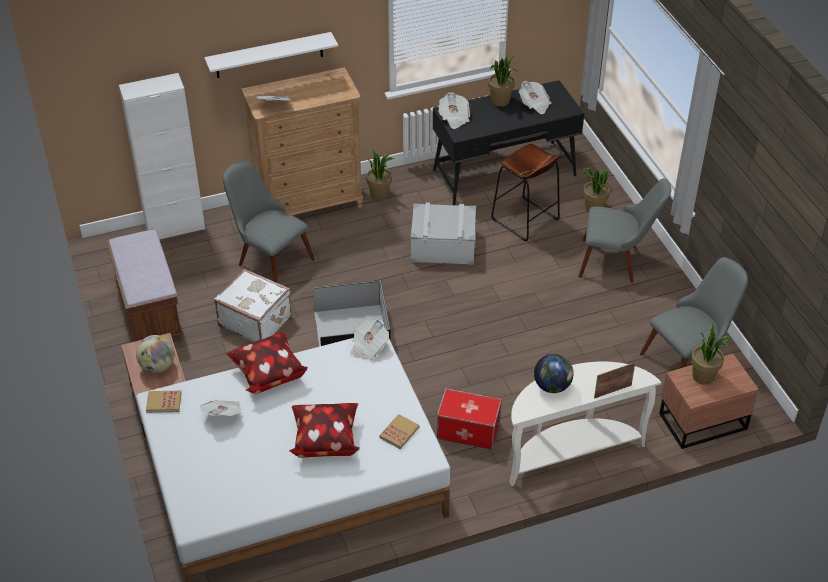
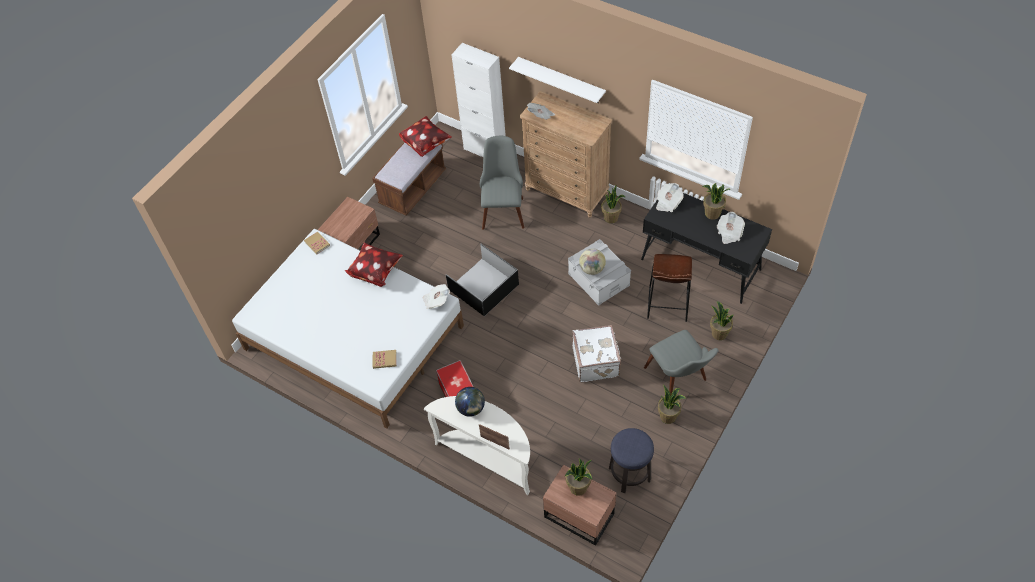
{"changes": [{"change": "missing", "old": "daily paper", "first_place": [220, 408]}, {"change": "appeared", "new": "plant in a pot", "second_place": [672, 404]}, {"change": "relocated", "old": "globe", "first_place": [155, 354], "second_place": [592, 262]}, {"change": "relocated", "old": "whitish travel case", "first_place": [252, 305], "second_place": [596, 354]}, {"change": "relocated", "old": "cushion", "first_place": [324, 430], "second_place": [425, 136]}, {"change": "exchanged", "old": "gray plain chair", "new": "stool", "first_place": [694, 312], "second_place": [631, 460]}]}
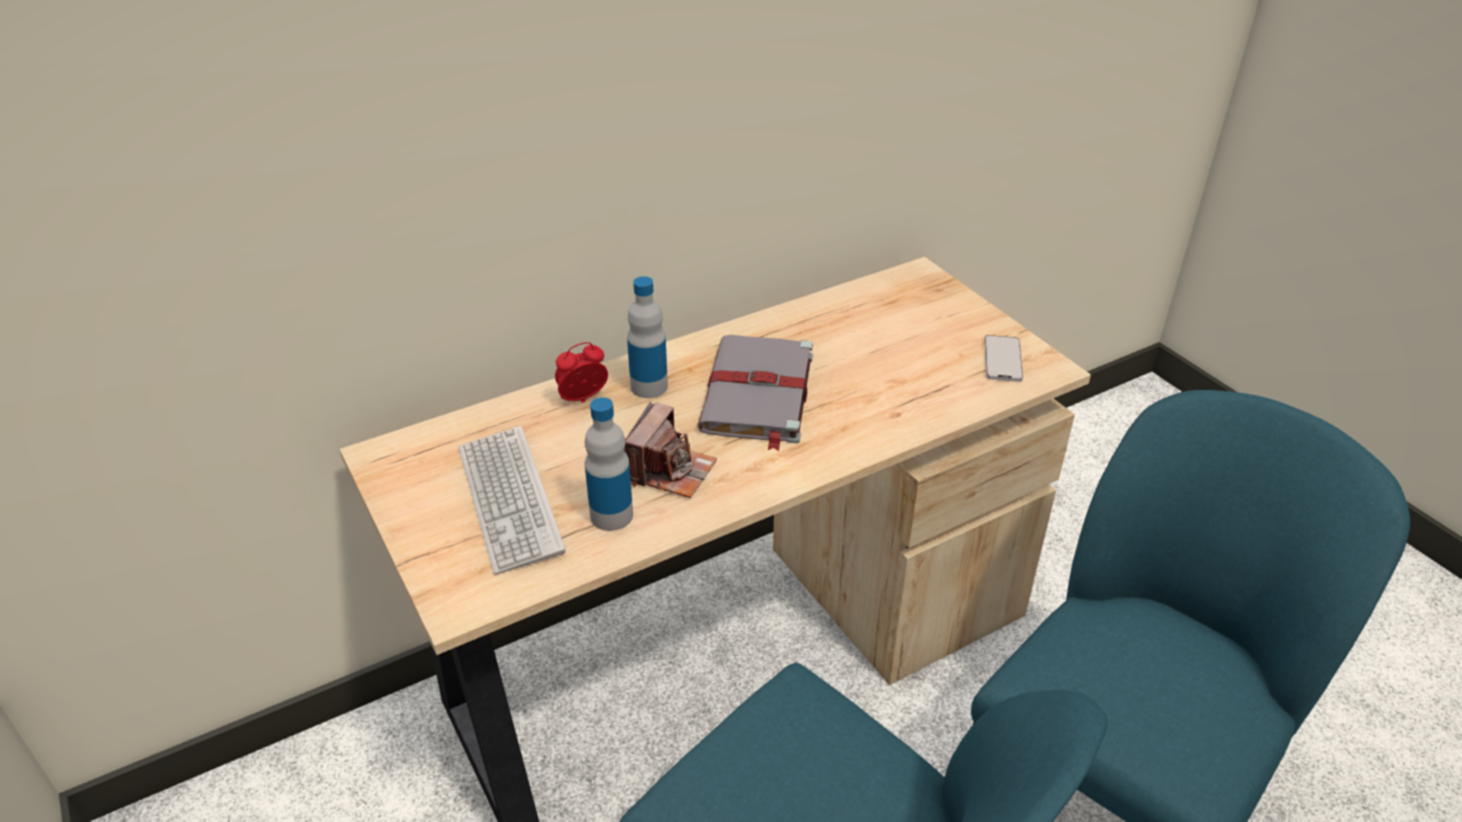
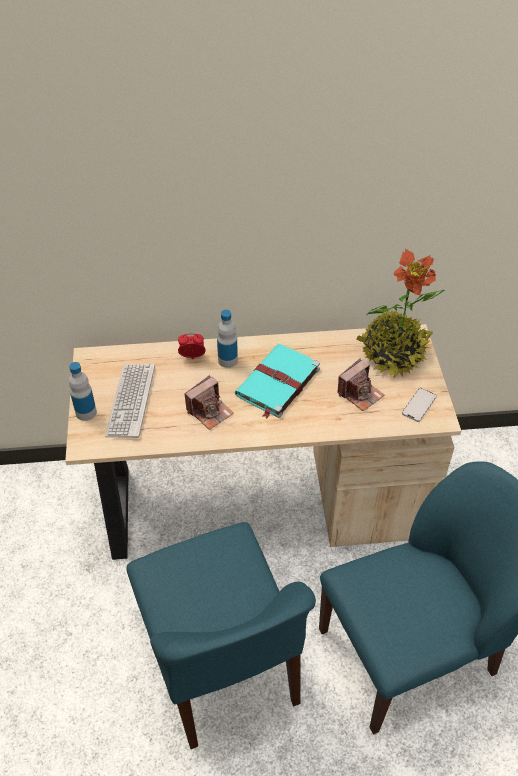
{"changes": [{"change": "appeared", "new": "still camera", "second_place": [360, 384]}, {"change": "appeared", "new": "plant in a pot", "second_place": [400, 314]}, {"change": "relocated", "old": "beverage bottle", "first_place": [608, 464], "second_place": [83, 391]}, {"change": "colour", "old": "gray volume", "new": "blue-green volume", "first_place": [755, 393], "second_place": [277, 381]}]}
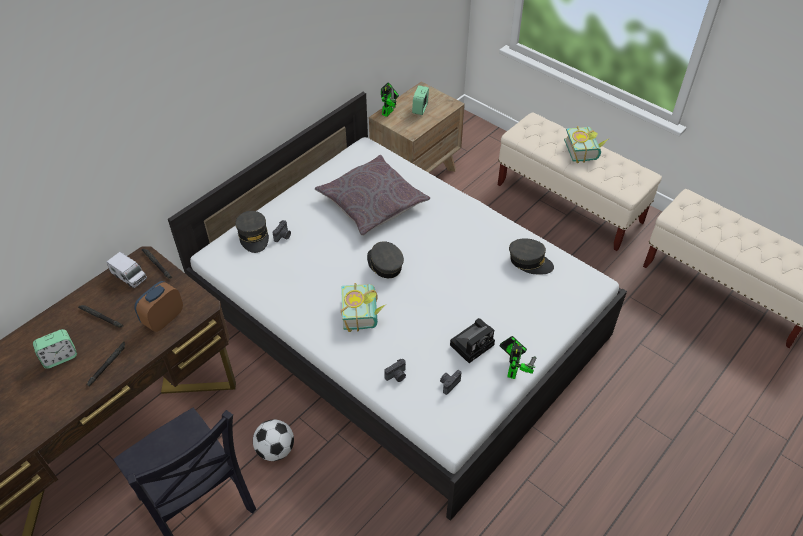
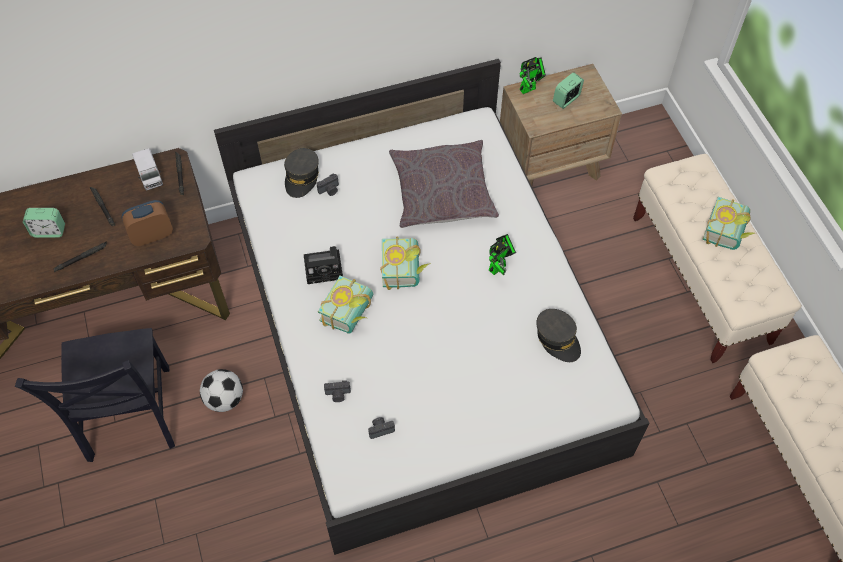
{"changes": [{"change": "relocated", "old": "still camera", "first_place": [472, 340], "second_place": [323, 265]}, {"change": "relocated", "old": "model robot", "first_place": [518, 357], "second_place": [502, 254]}, {"change": "exchanged", "old": "gray baseball cap", "new": "volume", "first_place": [385, 259], "second_place": [405, 263]}]}
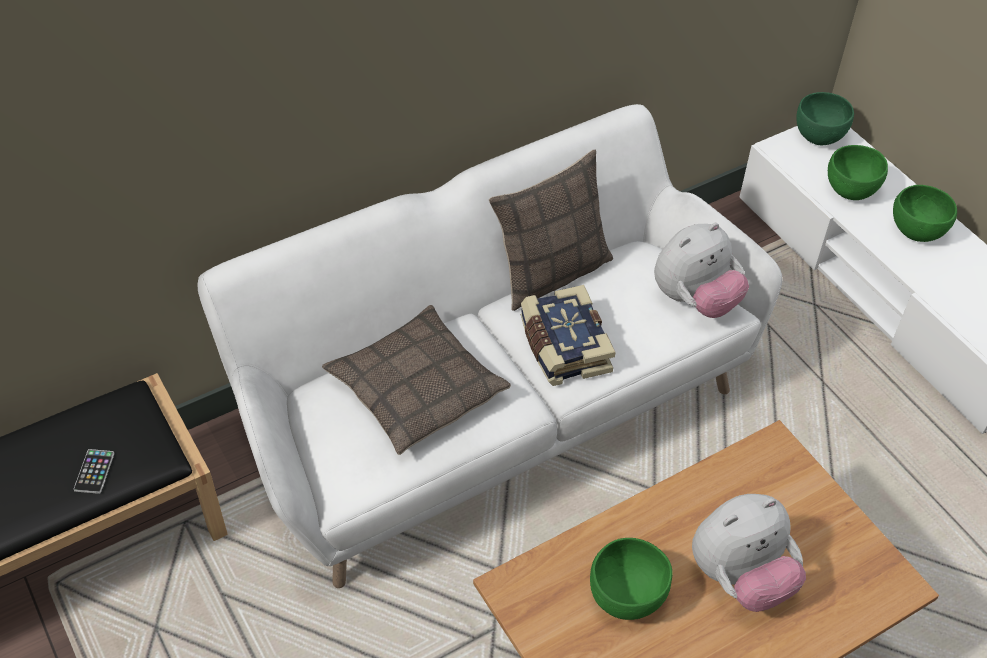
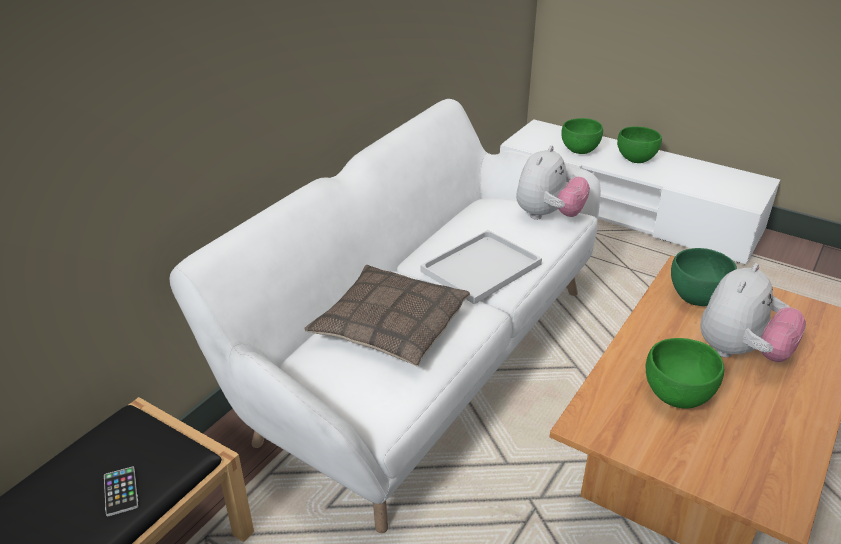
{"changes": [{"change": "missing", "old": "cushion", "first_place": [551, 230]}, {"change": "relocated", "old": "green deep dish", "first_place": [825, 118], "second_place": [704, 277]}, {"change": "exchanged", "old": "volume", "new": "whitish tray", "first_place": [568, 335], "second_place": [481, 267]}]}
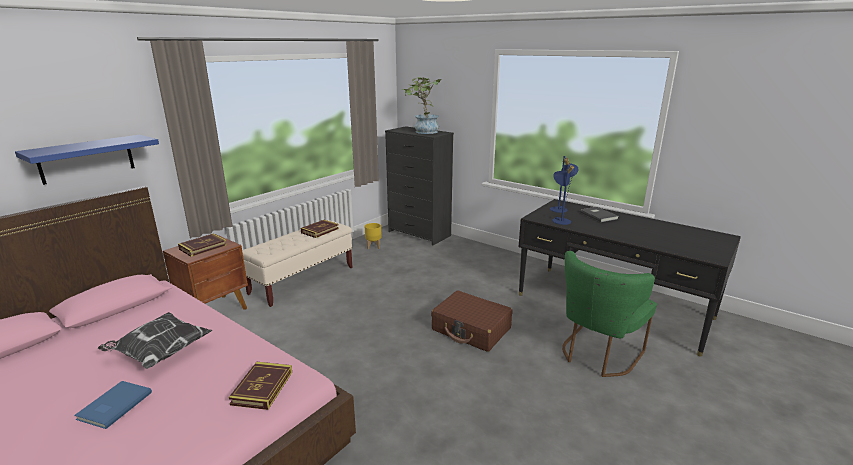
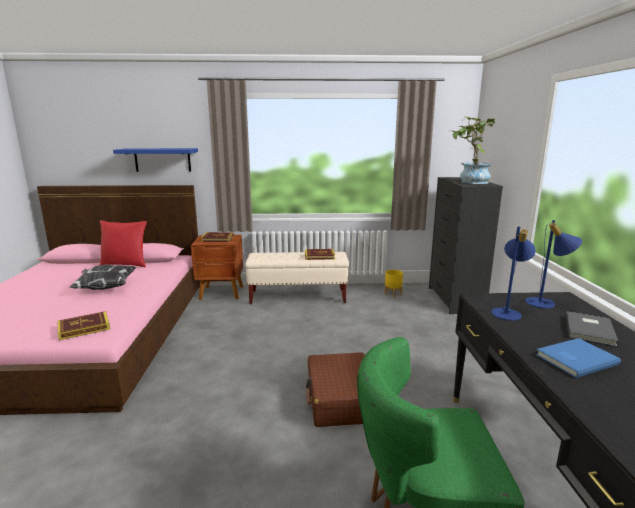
{"changes": [{"change": "appeared", "new": "red-coloured cushion", "second_place": [123, 243]}, {"change": "relocated", "old": "bluish volume", "first_place": [113, 405], "second_place": [578, 358]}]}
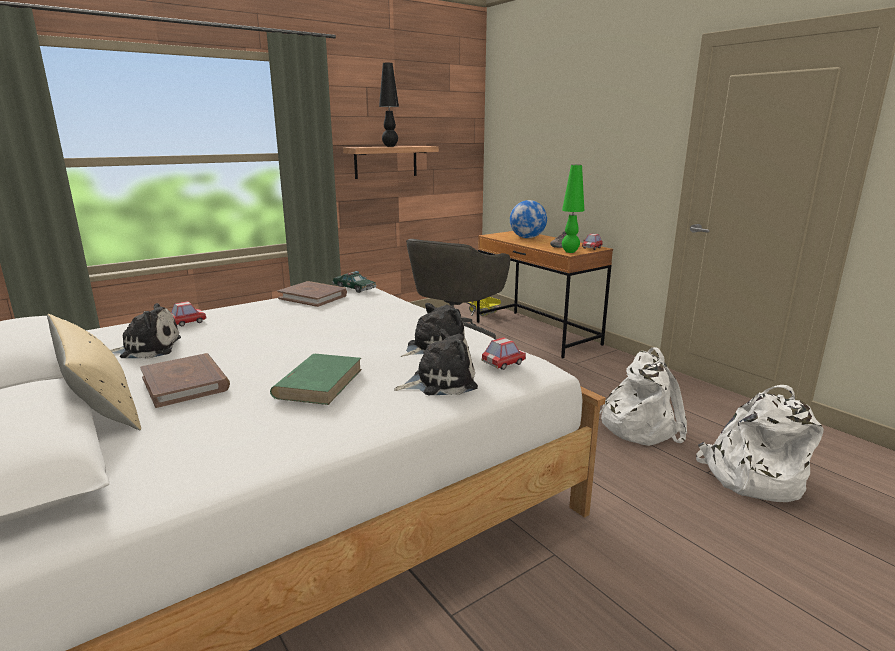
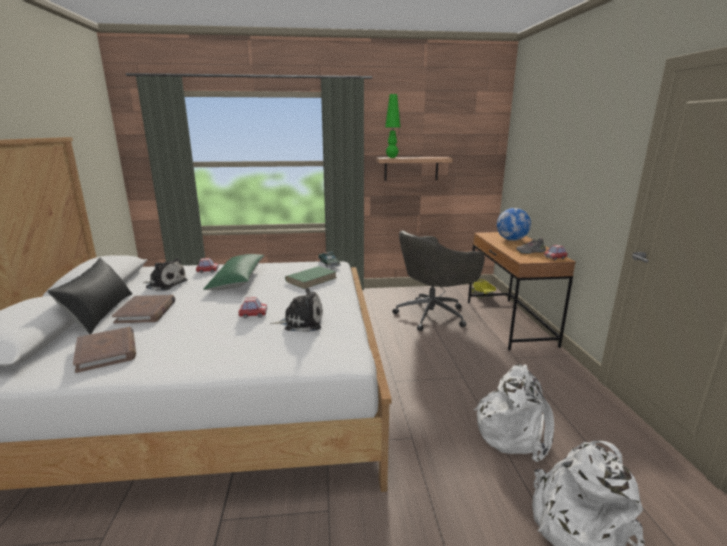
{"changes": [{"change": "missing", "old": "blackish tabletop lamp", "first_place": [389, 105]}, {"change": "missing", "old": "plush toy", "first_place": [436, 362]}, {"change": "appeared", "new": "green cushion", "second_place": [233, 272]}, {"change": "relocated", "old": "green volume", "first_place": [316, 379], "second_place": [310, 277]}, {"change": "relocated", "old": "brown-coloured volume", "first_place": [312, 294], "second_place": [104, 350]}, {"change": "relocated", "old": "miniature car", "first_place": [504, 353], "second_place": [252, 307]}, {"change": "relocated", "old": "green tabletop lamp", "first_place": [573, 209], "second_place": [392, 126]}, {"change": "colour", "old": "beige cushion", "new": "blackish cushion", "first_place": [94, 372], "second_place": [89, 296]}]}
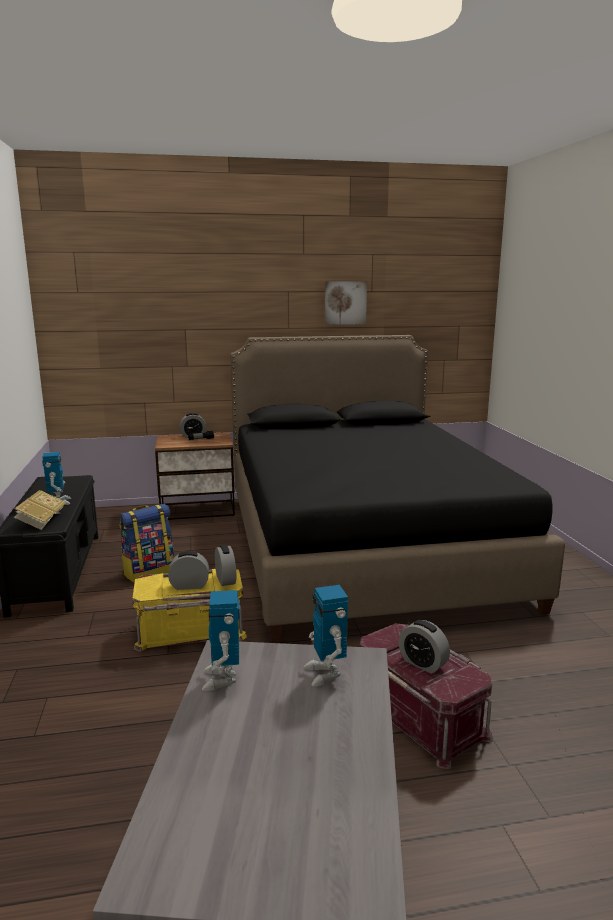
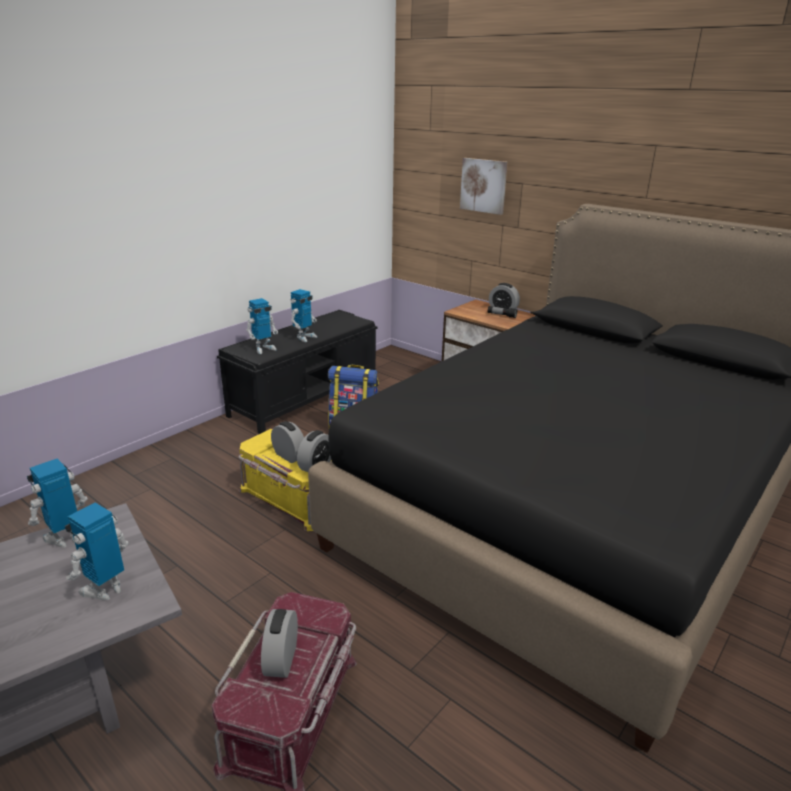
{"changes": [{"change": "relocated", "old": "wall art", "first_place": [346, 303], "second_place": [484, 186]}, {"change": "exchanged", "old": "volume", "new": "model robot", "first_place": [40, 510], "second_place": [262, 326]}]}
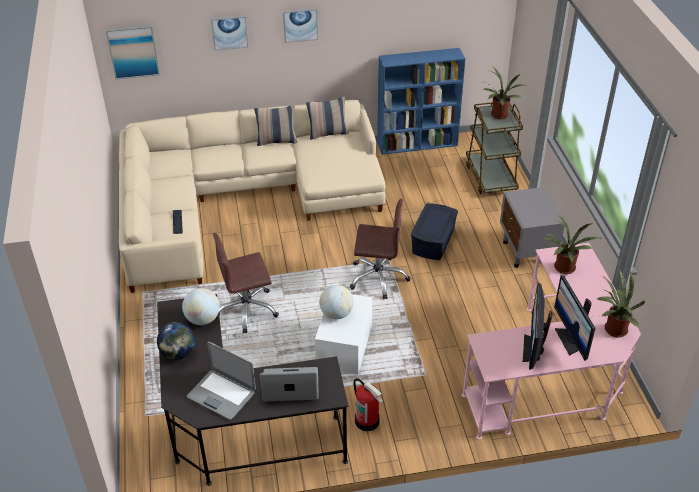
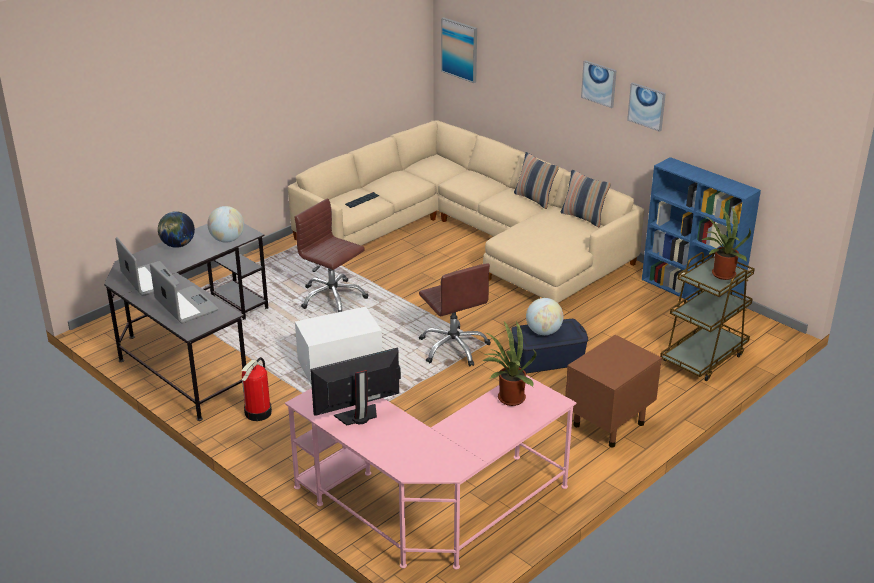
{"changes": [{"change": "missing", "old": "computer display", "first_place": [574, 318]}, {"change": "missing", "old": "plant in a pot", "first_place": [621, 303]}, {"change": "relocated", "old": "wall art", "first_place": [229, 33], "second_place": [646, 107]}, {"change": "relocated", "old": "globe", "first_place": [336, 302], "second_place": [544, 316]}, {"change": "colour", "old": "gray nightstand", "new": "brown-coloured nightstand", "first_place": [532, 227], "second_place": [613, 391]}, {"change": "spun", "old": "notebook computer", "first_place": [221, 381], "second_place": [148, 266], "degrees": 150}]}
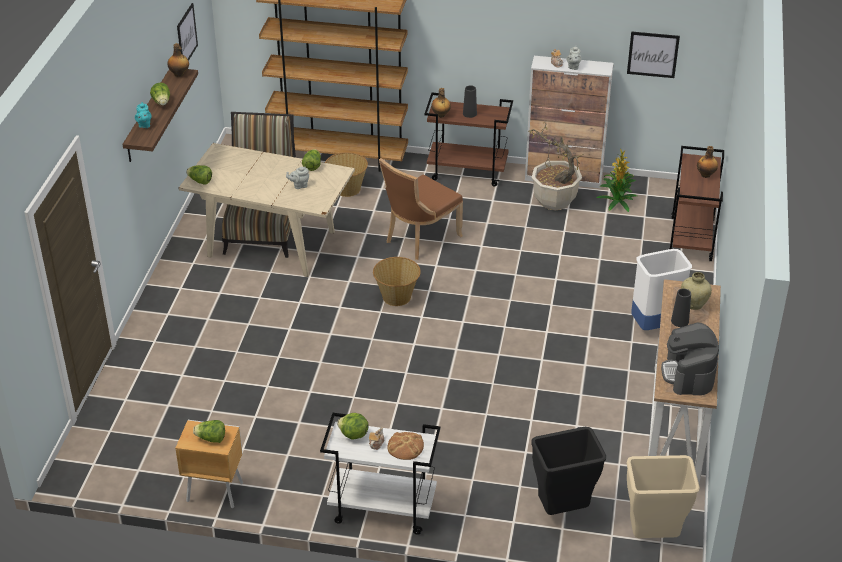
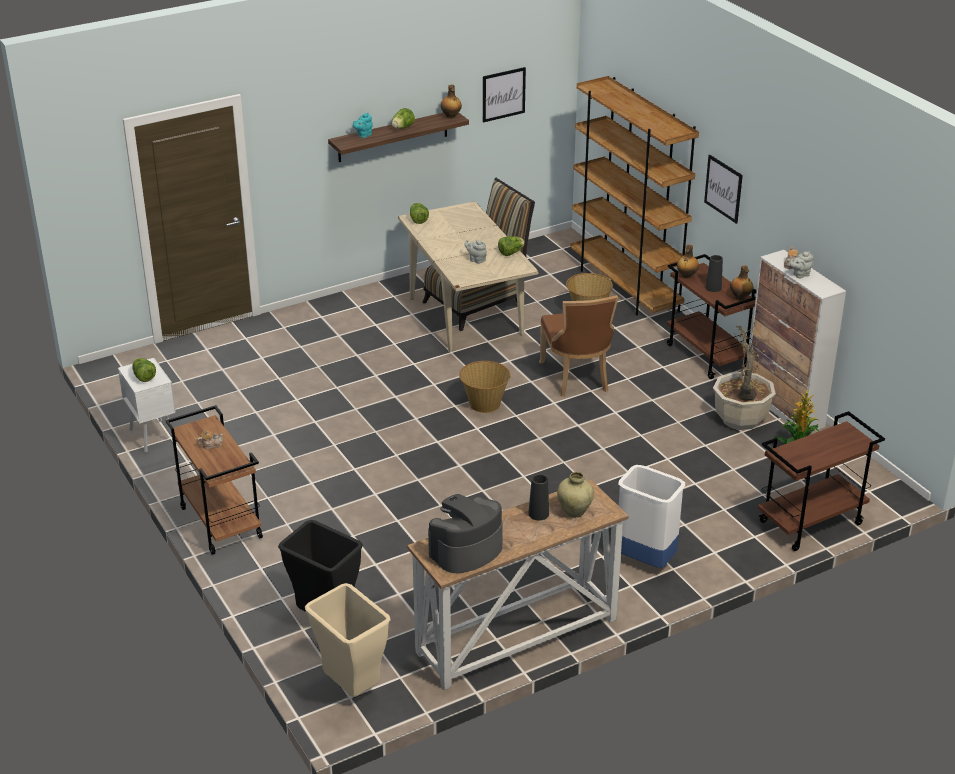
{"changes": [{"change": "missing", "old": "lettuce head", "first_place": [352, 426]}, {"change": "missing", "old": "bread", "first_place": [406, 446]}, {"change": "relocated", "old": "wall art", "first_place": [653, 54], "second_place": [723, 189]}, {"change": "relocated", "old": "beverage bottle", "first_place": [707, 162], "second_place": [741, 282]}, {"change": "colour", "old": "brown-coloured nightstand", "new": "whitish nightstand", "first_place": [209, 464], "second_place": [147, 405]}, {"change": "colour", "old": "whitish wheeled cart", "new": "brown-coloured wheeled cart", "first_place": [380, 474], "second_place": [214, 480]}, {"change": "spun", "old": "brown-coloured plain chair", "first_place": [421, 209], "second_place": [578, 346], "degrees": -105}]}
